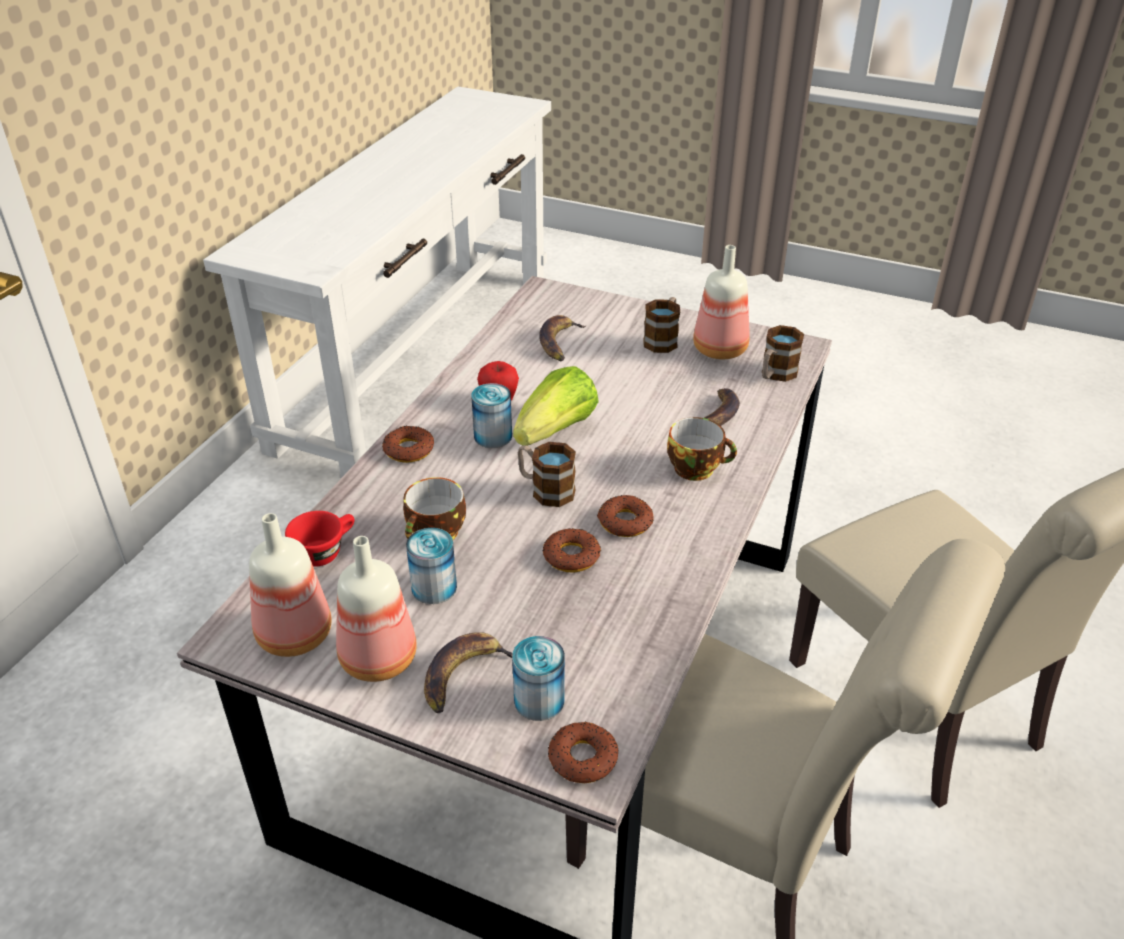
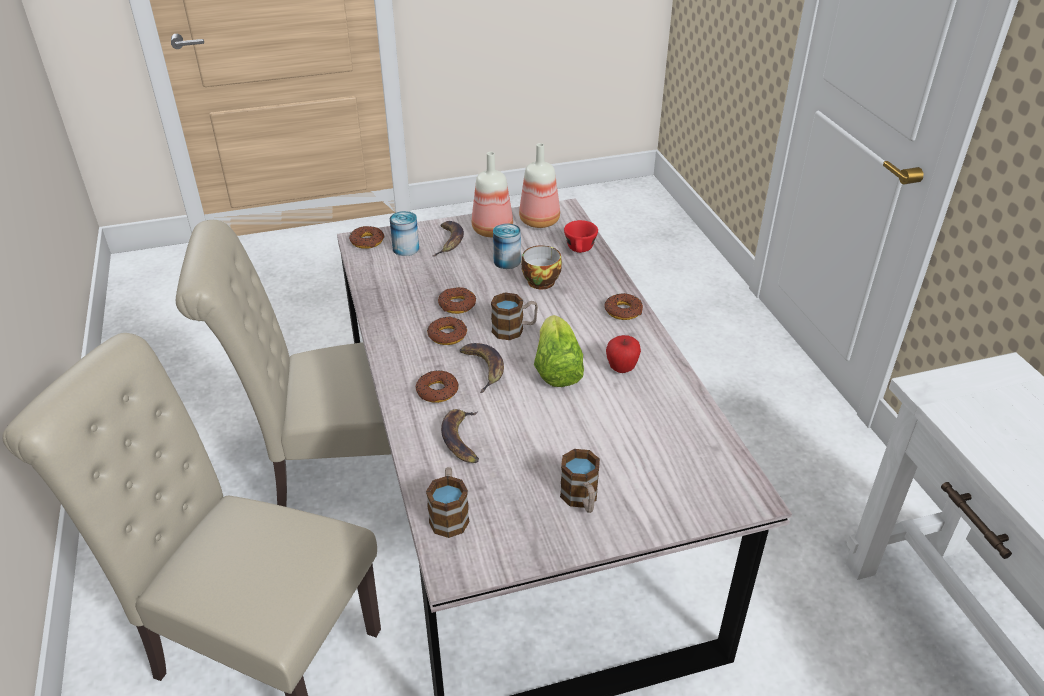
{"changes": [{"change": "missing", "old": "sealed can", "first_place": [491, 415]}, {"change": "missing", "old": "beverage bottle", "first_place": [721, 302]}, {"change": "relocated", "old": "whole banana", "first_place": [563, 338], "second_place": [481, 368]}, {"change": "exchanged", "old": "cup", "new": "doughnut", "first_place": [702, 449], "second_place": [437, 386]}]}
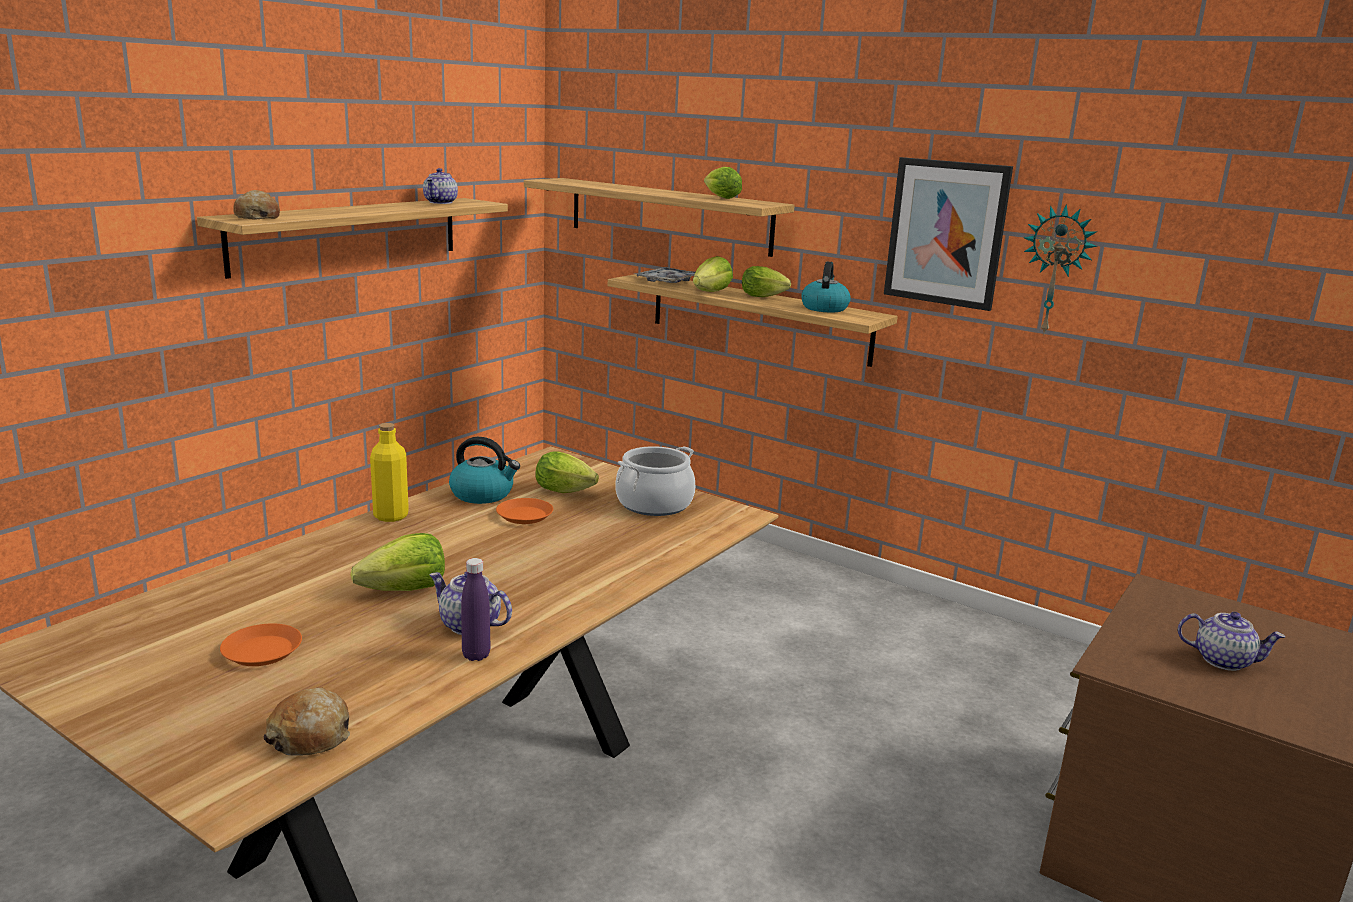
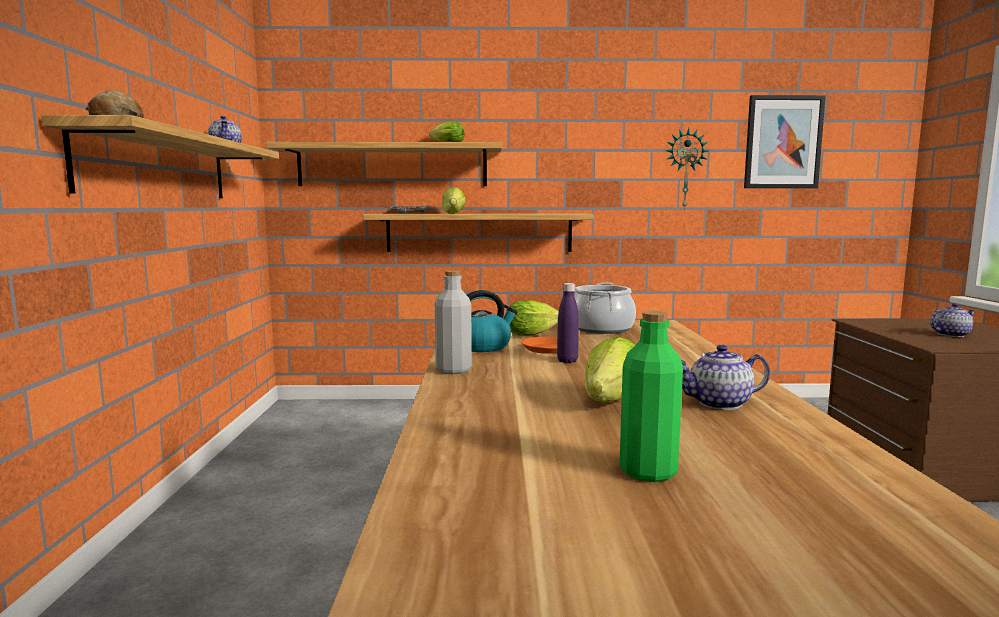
{"changes": [{"change": "missing", "old": "bread", "first_place": [307, 721]}, {"change": "missing", "old": "lettuce head", "first_place": [766, 281]}, {"change": "missing", "old": "water kettle", "first_place": [826, 287]}, {"change": "relocated", "old": "purple-coloured beverage bottle", "first_place": [475, 609], "second_place": [568, 323]}, {"change": "relocated", "old": "wall art", "first_place": [948, 234], "second_place": [785, 141]}, {"change": "exchanged", "old": "orangey plate", "new": "green beverage bottle", "first_place": [261, 644], "second_place": [651, 396]}, {"change": "colour", "old": "yellow beverage bottle", "new": "gray beverage bottle", "first_place": [389, 472], "second_place": [453, 322]}]}
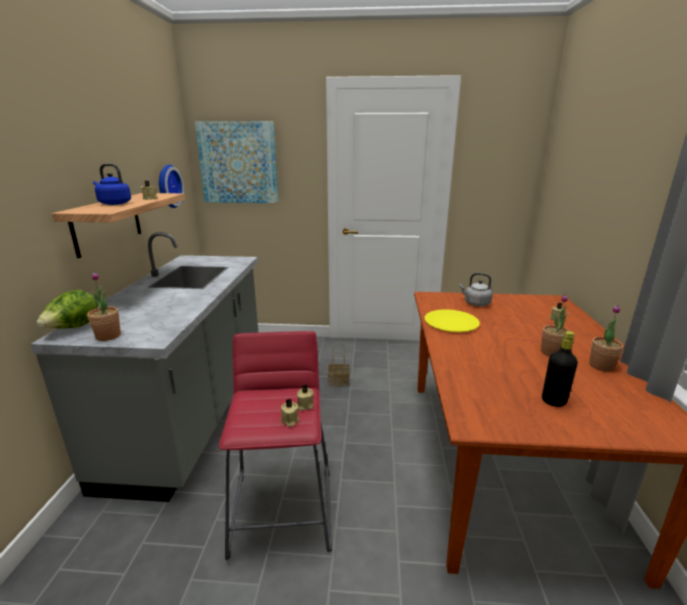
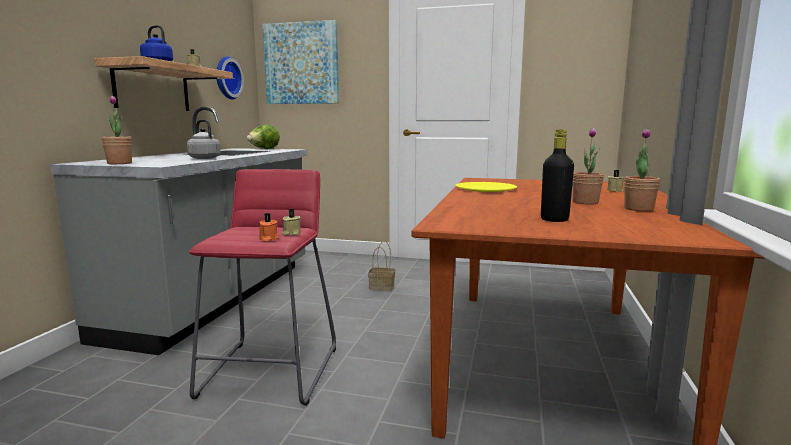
{"changes": [{"change": "relocated", "old": "lettuce head", "first_place": [67, 309], "second_place": [263, 136]}, {"change": "relocated", "old": "gray water kettle", "first_place": [475, 289], "second_place": [204, 139]}, {"change": "colour", "old": "beige wax light", "new": "orangey wax light", "first_place": [290, 412], "second_place": [268, 227]}]}
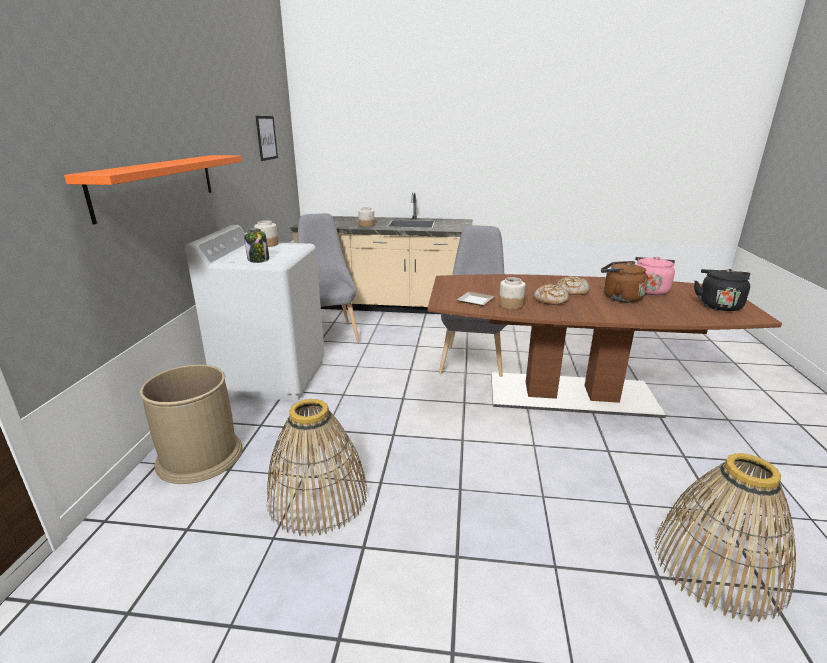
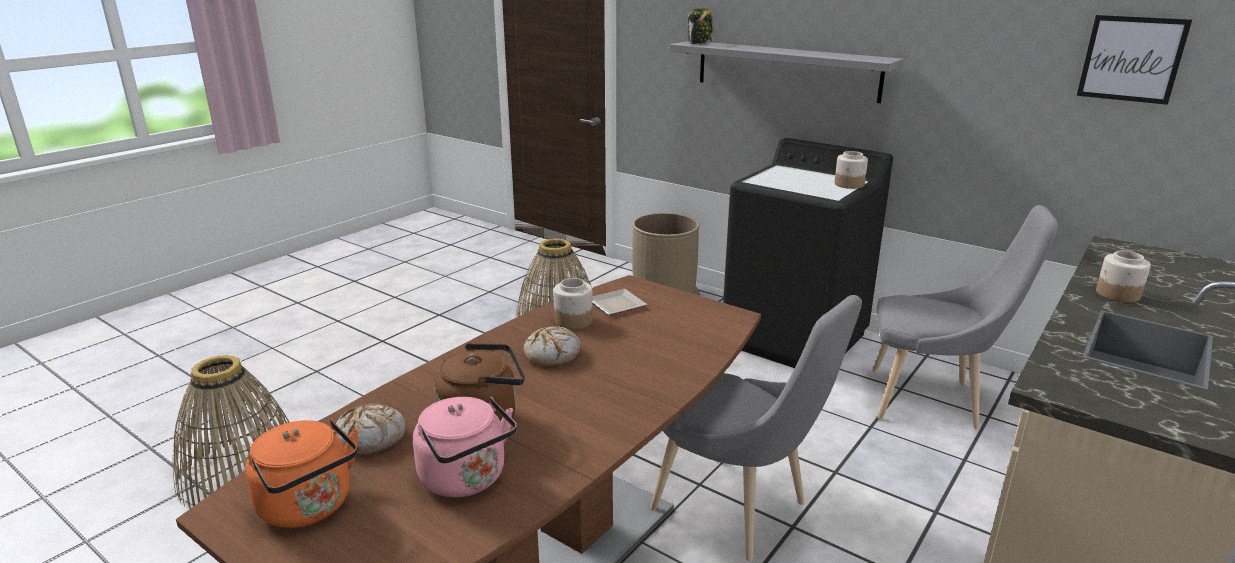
{"changes": [{"change": "relocated", "old": "storage jar", "first_place": [256, 245], "second_place": [701, 26]}, {"change": "relocated", "old": "bread", "first_place": [573, 285], "second_place": [369, 429]}, {"change": "colour", "old": "orangey bracket shelf", "new": "gray bracket shelf", "first_place": [153, 189], "second_place": [787, 72]}, {"change": "colour", "old": "whitish washing machine", "new": "blackish washing machine", "first_place": [255, 313], "second_place": [808, 253]}, {"change": "colour", "old": "blackish water kettle", "new": "orangey water kettle", "first_place": [722, 290], "second_place": [302, 473]}]}
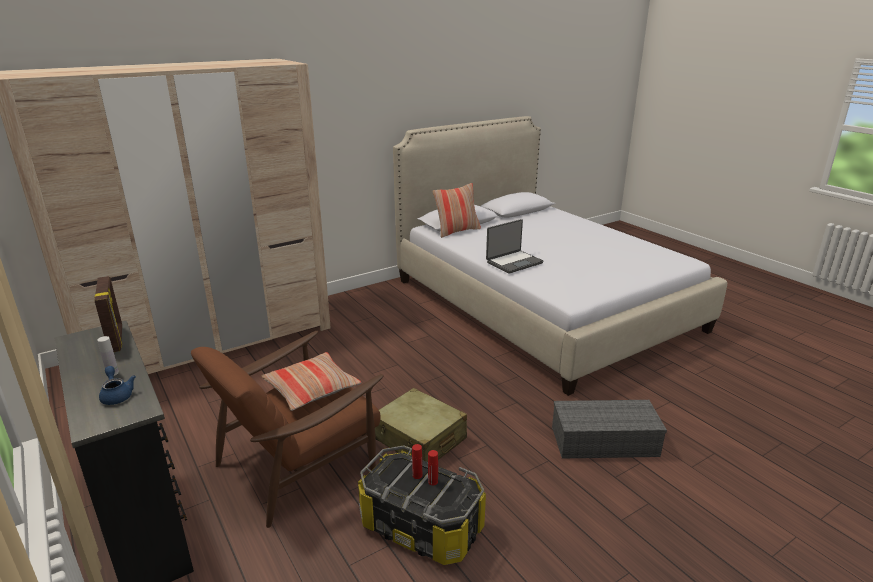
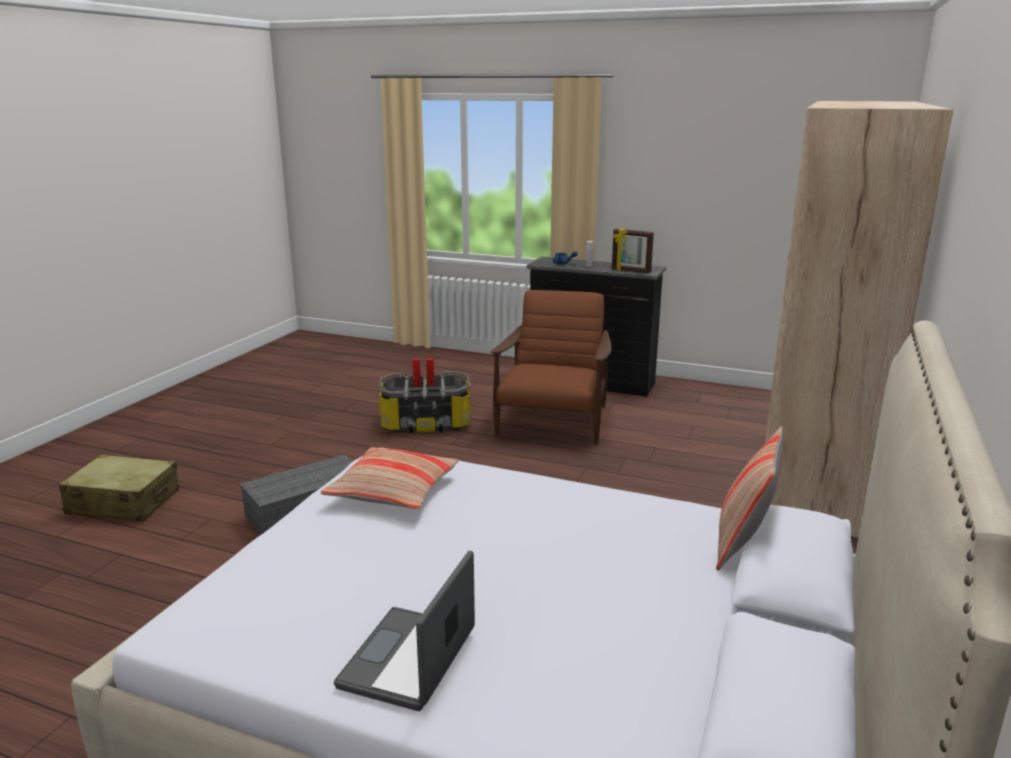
{"changes": [{"change": "relocated", "old": "cushion", "first_place": [311, 381], "second_place": [390, 478]}, {"change": "relocated", "old": "beige travel case", "first_place": [421, 425], "second_place": [119, 488]}, {"change": "relocated", "old": "notebook computer", "first_place": [515, 246], "second_place": [404, 631]}]}
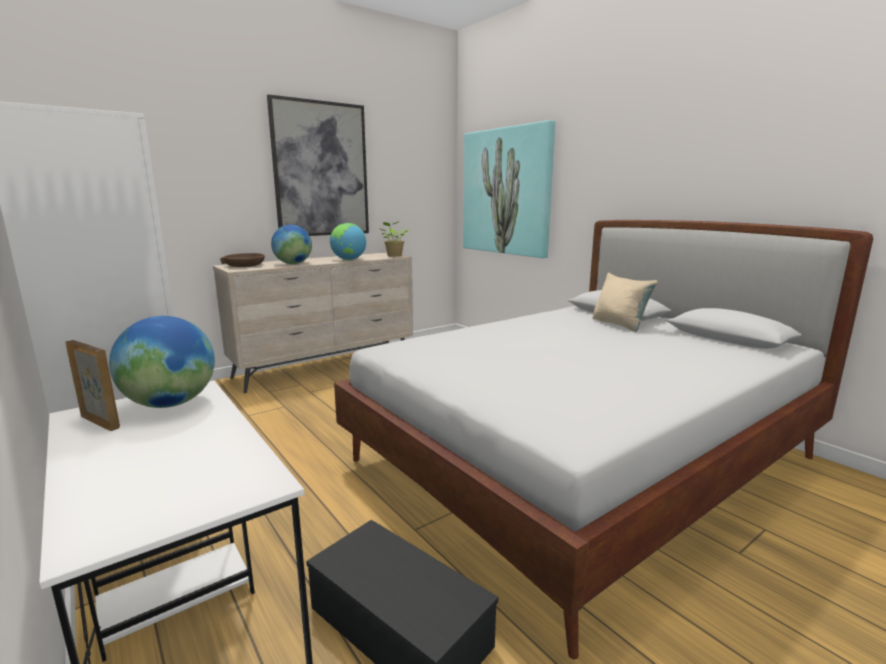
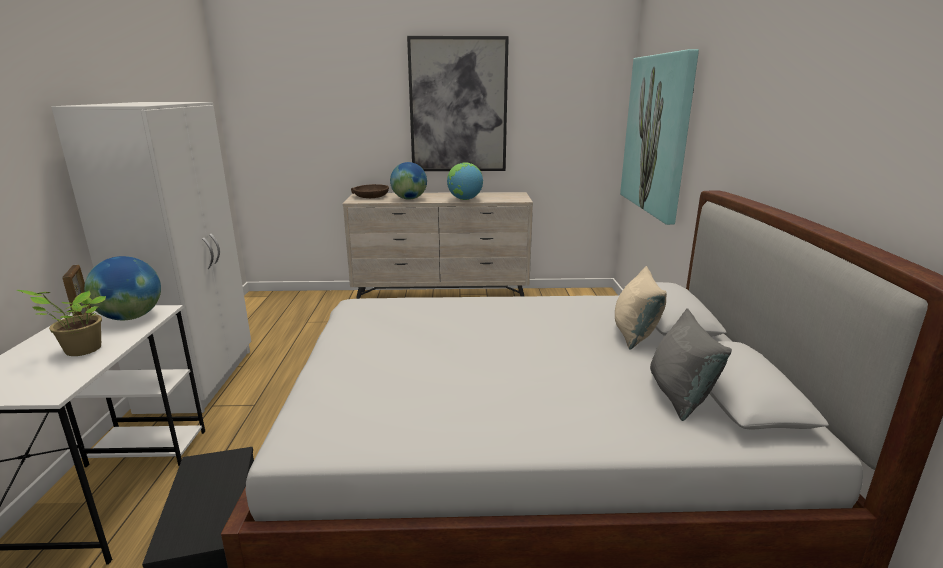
{"changes": [{"change": "appeared", "new": "gray cushion", "second_place": [691, 364]}, {"change": "relocated", "old": "plant in a pot", "first_place": [394, 239], "second_place": [61, 323]}]}
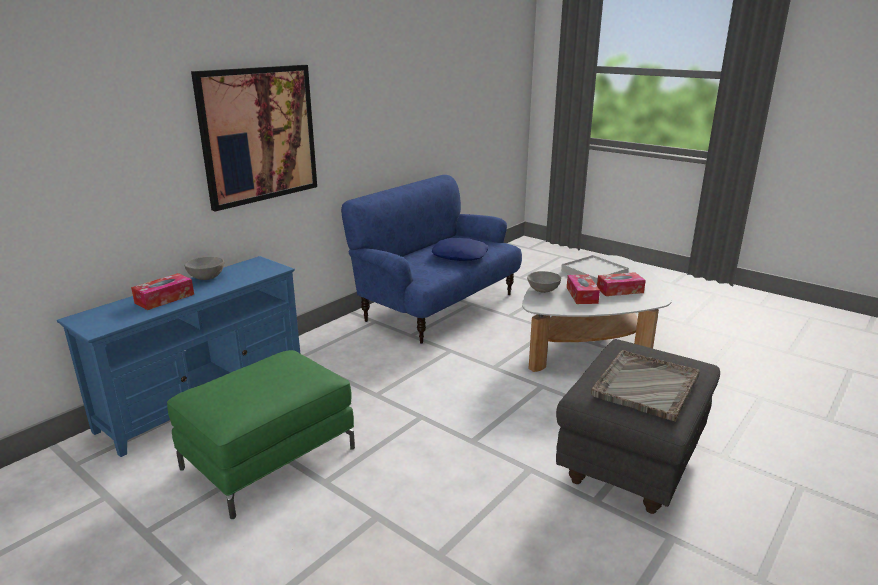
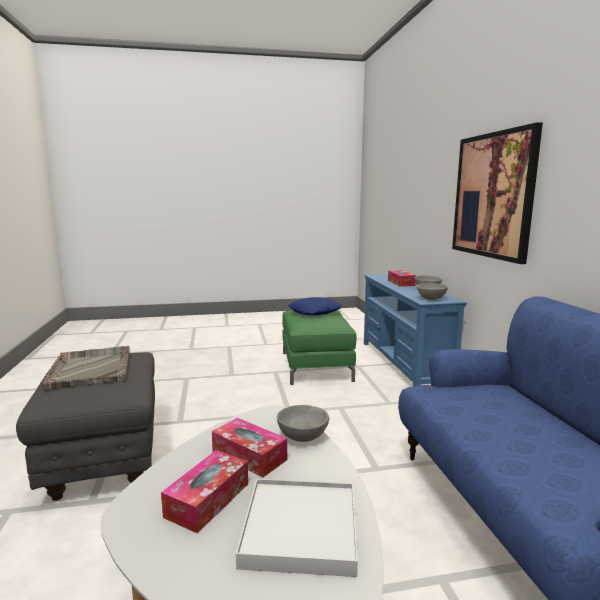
{"changes": [{"change": "appeared", "new": "gray deep dish", "second_place": [432, 291]}, {"change": "relocated", "old": "bluish cushion", "first_place": [460, 249], "second_place": [315, 306]}]}
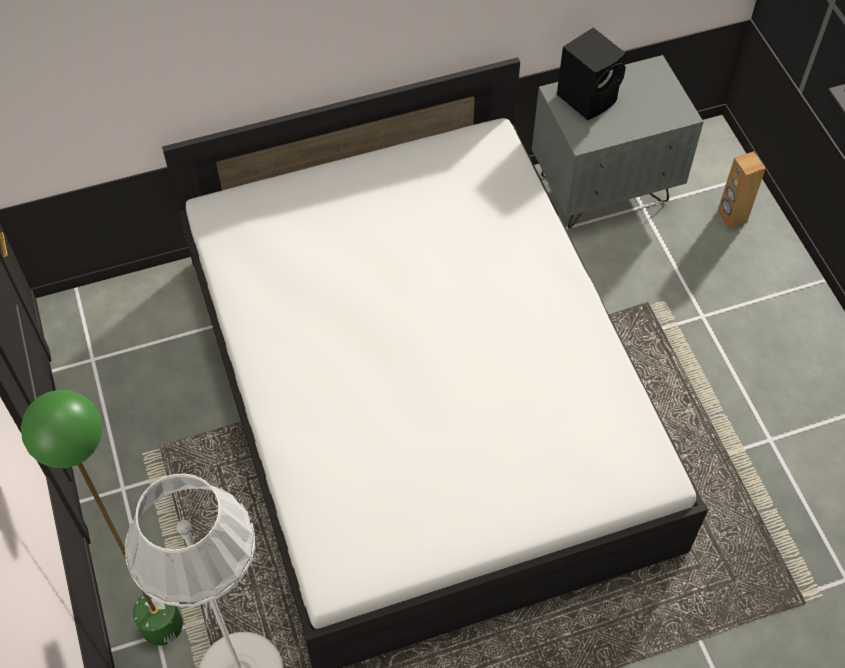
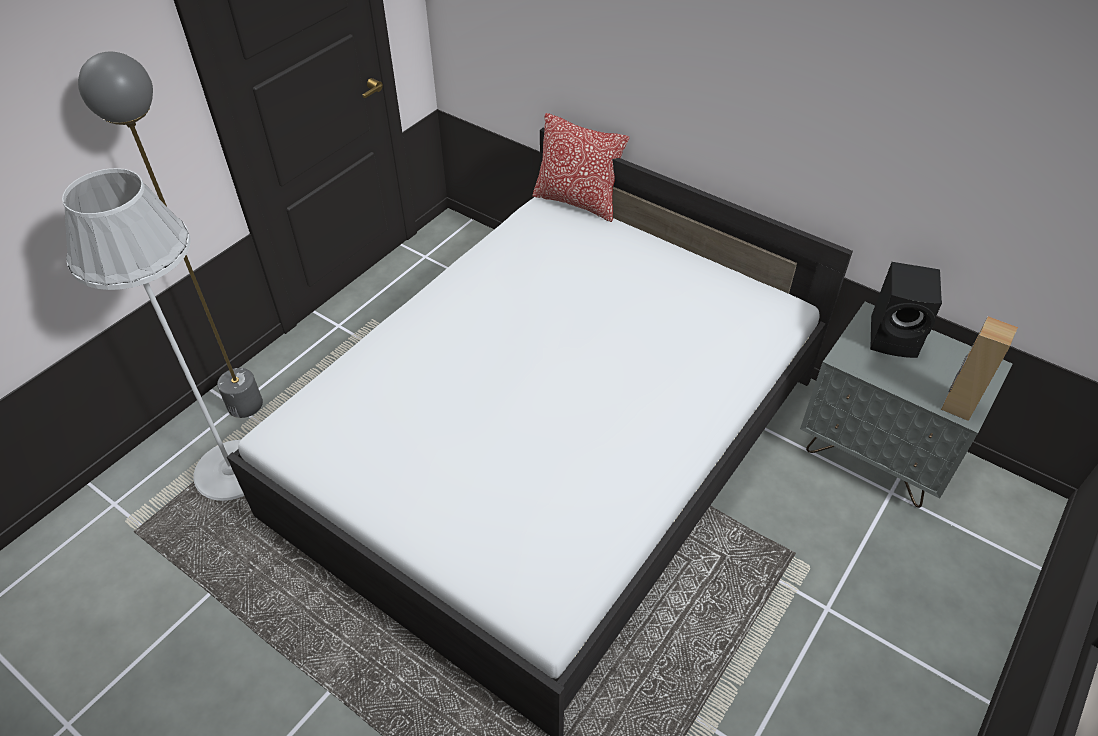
{"changes": [{"change": "appeared", "new": "cushion", "second_place": [580, 167]}, {"change": "relocated", "old": "brown-coloured speaker", "first_place": [741, 190], "second_place": [979, 368]}, {"change": "colour", "old": "green standard lamp", "new": "gray standard lamp", "first_place": [102, 518], "second_place": [170, 235]}]}
